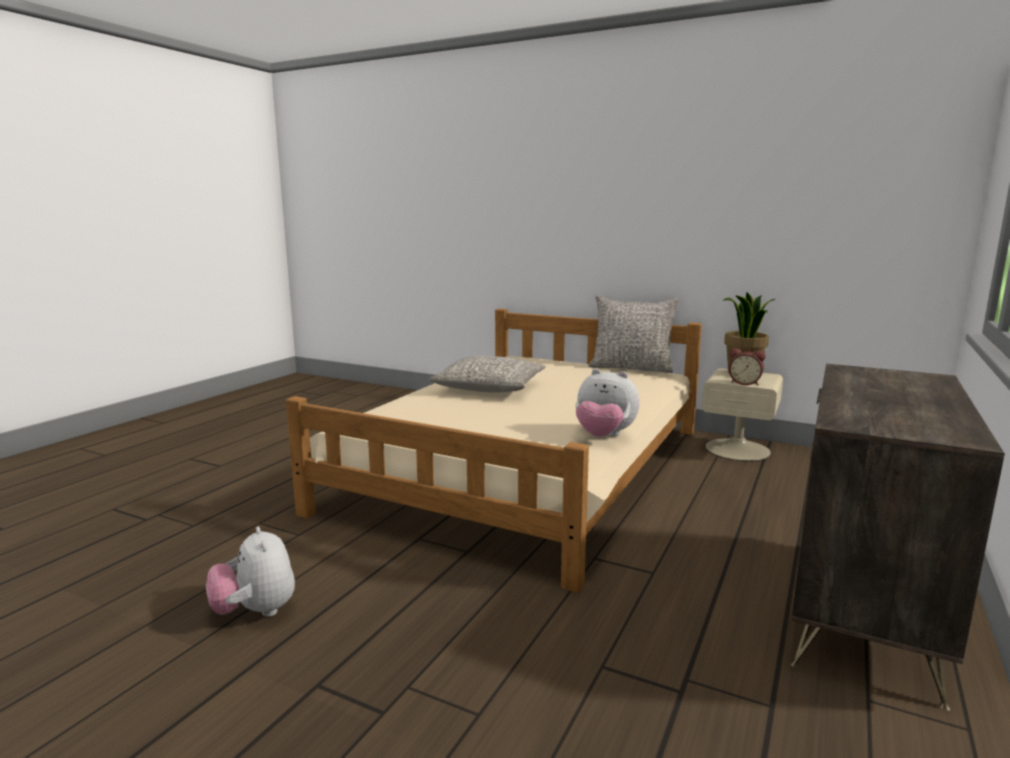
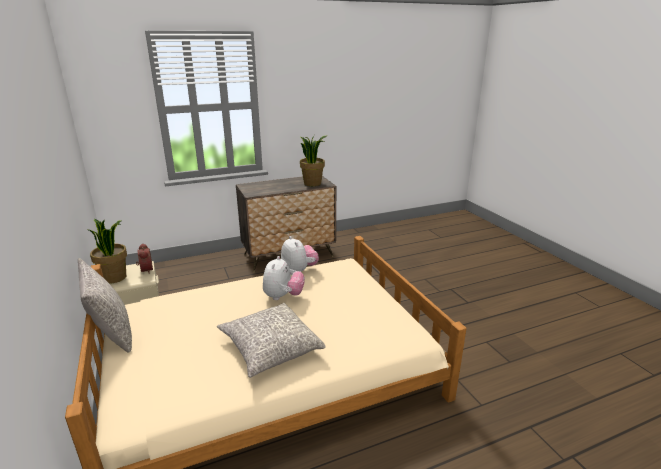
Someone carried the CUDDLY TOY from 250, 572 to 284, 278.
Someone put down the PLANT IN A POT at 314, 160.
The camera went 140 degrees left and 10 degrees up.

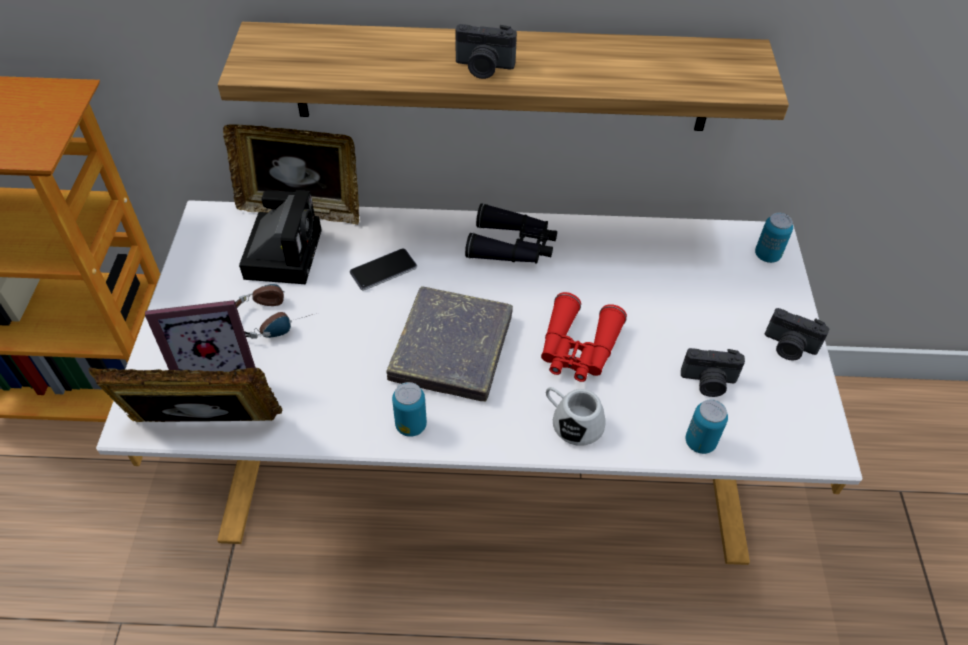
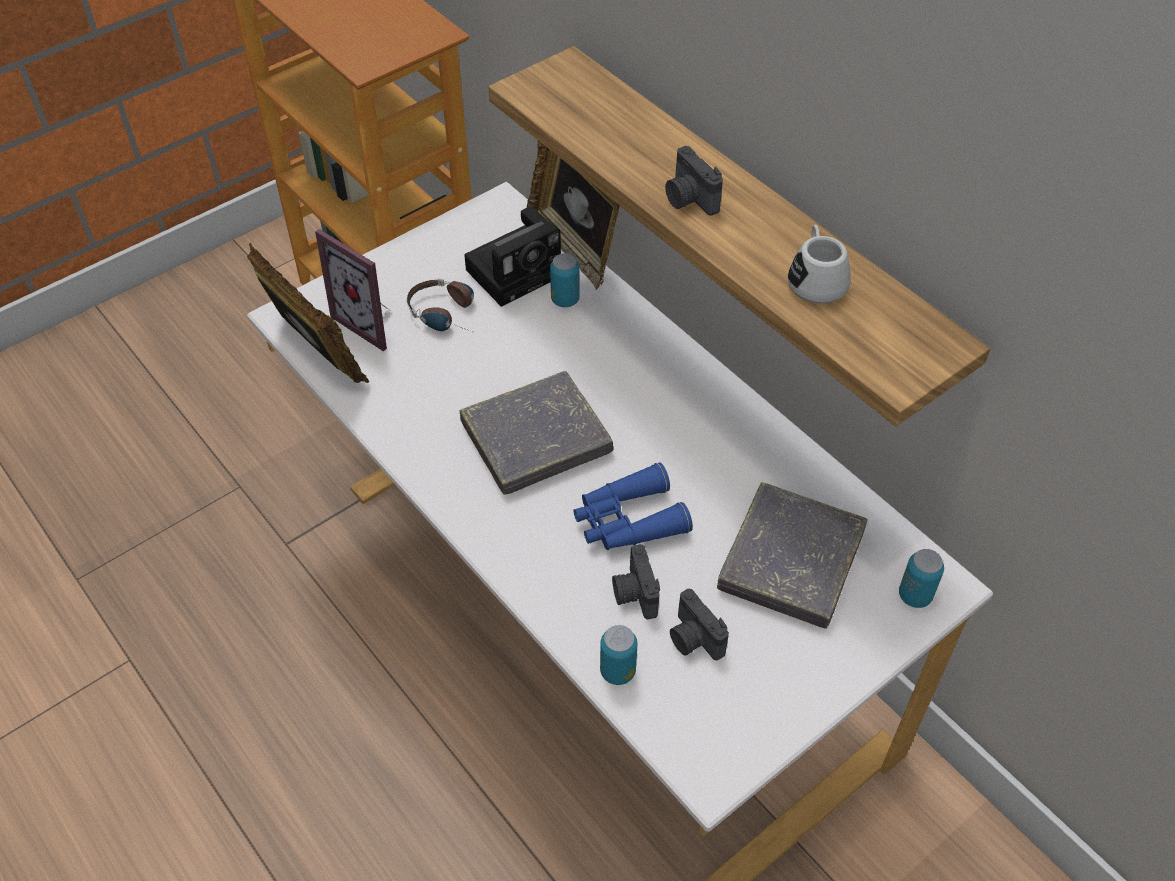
Someone carried the CAN from 409, 409 to 565, 280.
Someone repainted the REDDISH PAIR OF BINOCULARS at 584, 337, which became the BLUE-COLOURED PAIR OF BINOCULARS at 633, 506.
Someone carried the STILL CAMERA from 797, 334 to 636, 582.
Someone put down the GREYISH VOLUME at 792, 555.
Someone carried the WHITISH TEA MUG from 576, 416 to 819, 264.
Someone took away the PHONE at 383, 269.
Someone took away the BLACK PAIR OF BINOCULARS at 511, 233.
The camera went 50 degrees right and 0 degrees up.

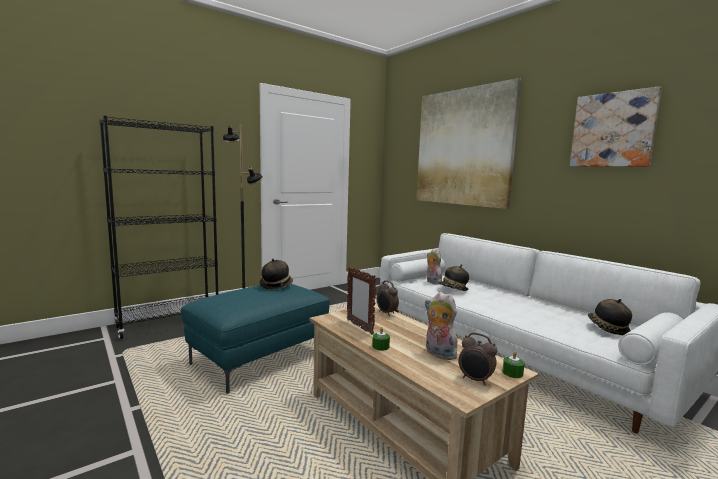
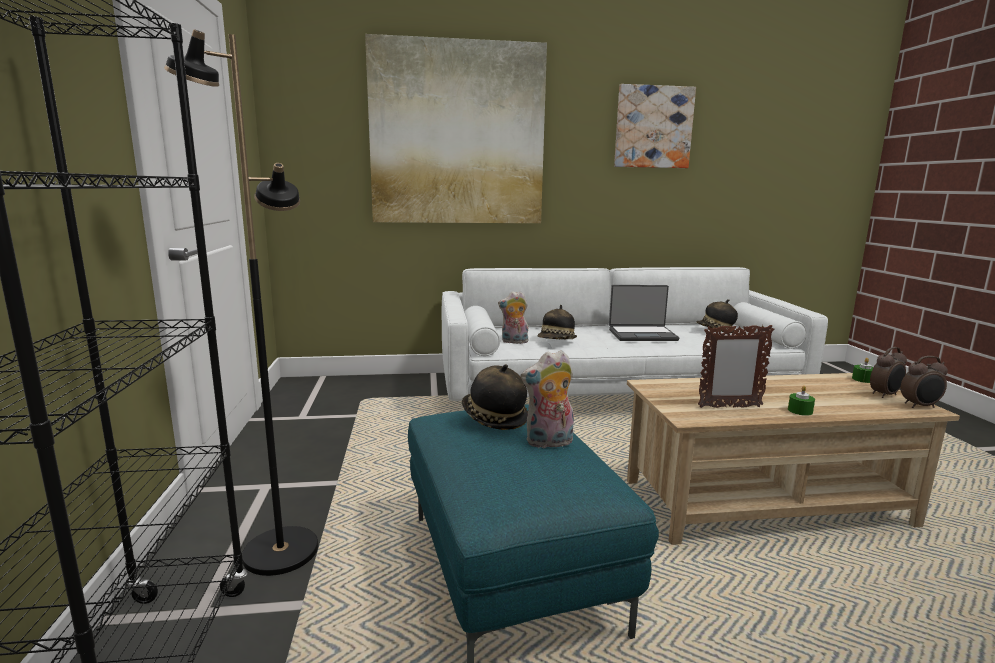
Someone carried the CUDDLY TOY from 441, 326 to 547, 399.
Someone put down the PORTABLE COMPUTER at 644, 313.
Someone carried the TABLE CLOCK from 388, 298 to 924, 382.
The camera went 60 degrees left and 5 degrees up.

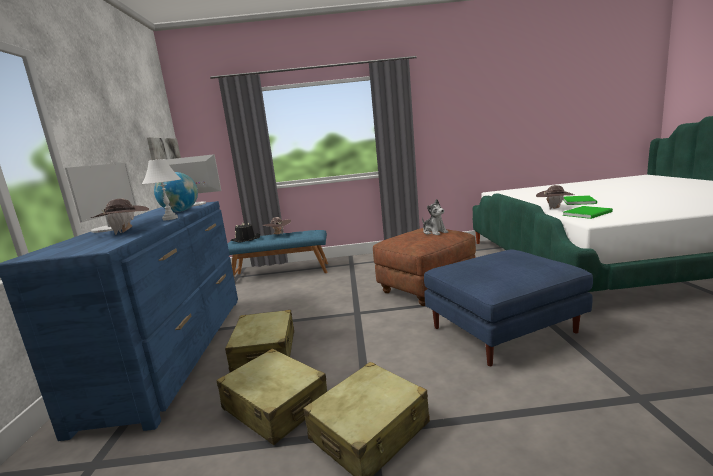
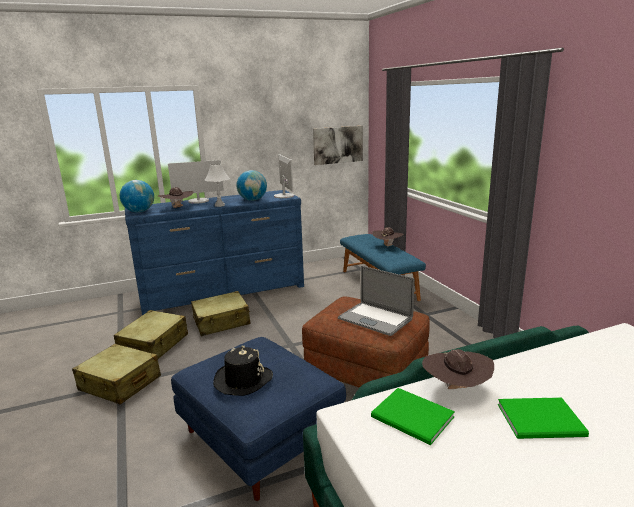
Someone put down the GLOBE at 137, 196.
Someone carried the BLACK CLOTHING HAT from 245, 232 to 243, 370.
Someone swapped the CUDDLY TOY at 435, 217 for the PORTABLE COMPUTER at 376, 301.
The camera went 70 degrees right and 5 degrees up.

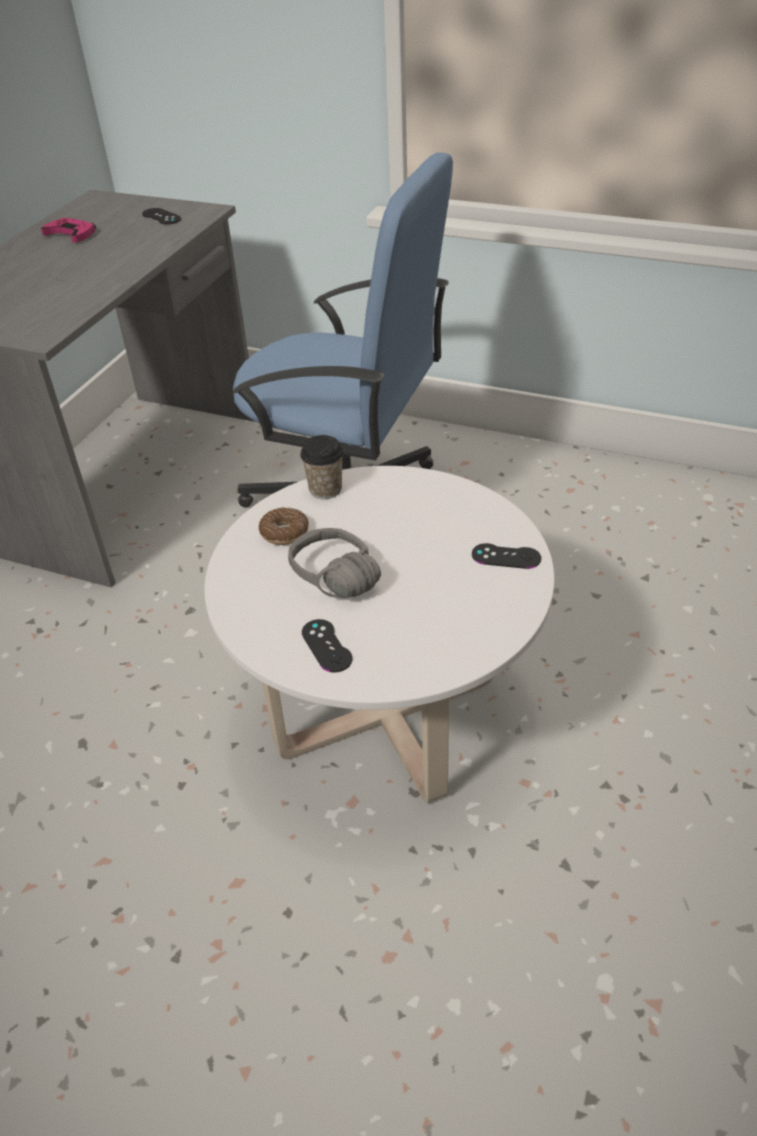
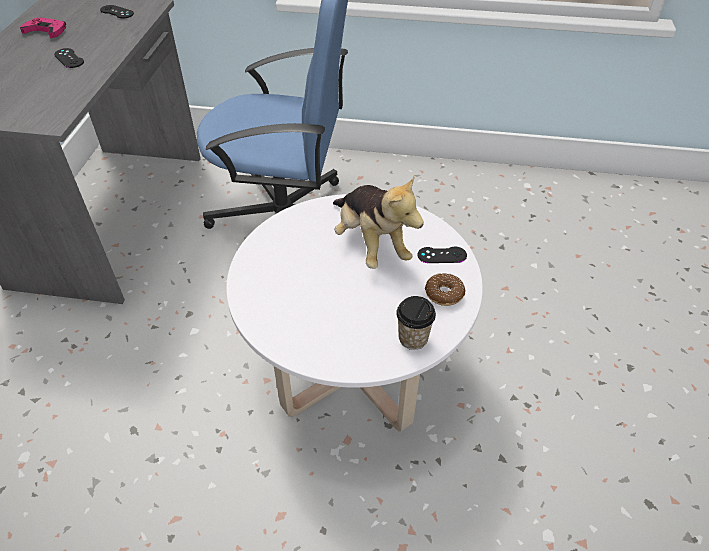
Someone carried the BLACK GAMEPAD from 327, 646 to 69, 58.
Someone put down the CUDDLY TOY at 378, 222.
Someone carried the DRINKING CUP from 322, 467 to 416, 323.
Someone carried the RING DOUGHNUT from 284, 526 to 445, 289.
Someone took away the GREYISH PAIR OF HEADPHONES at 334, 563.
The camera went 15 degrees left and 5 degrees up.

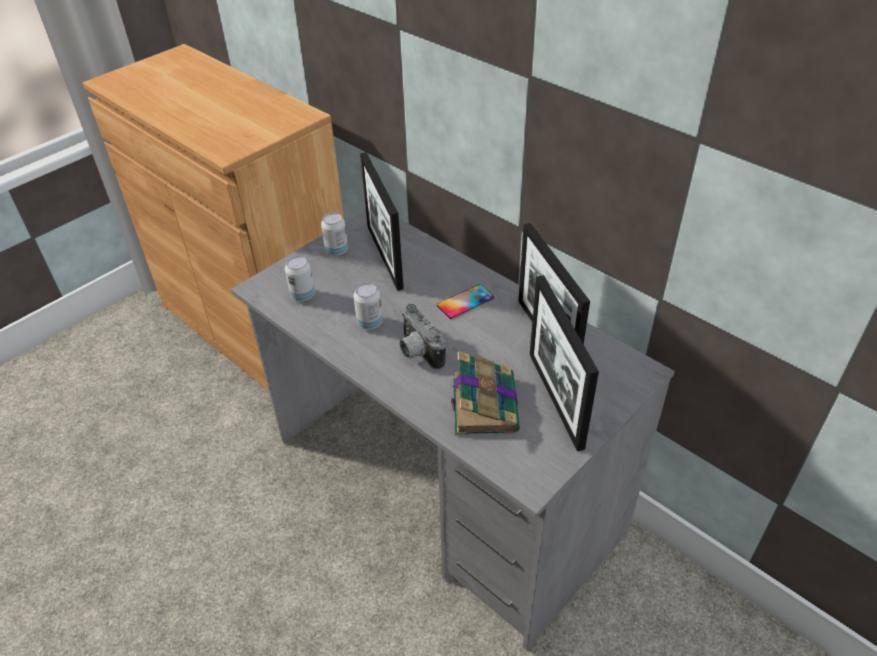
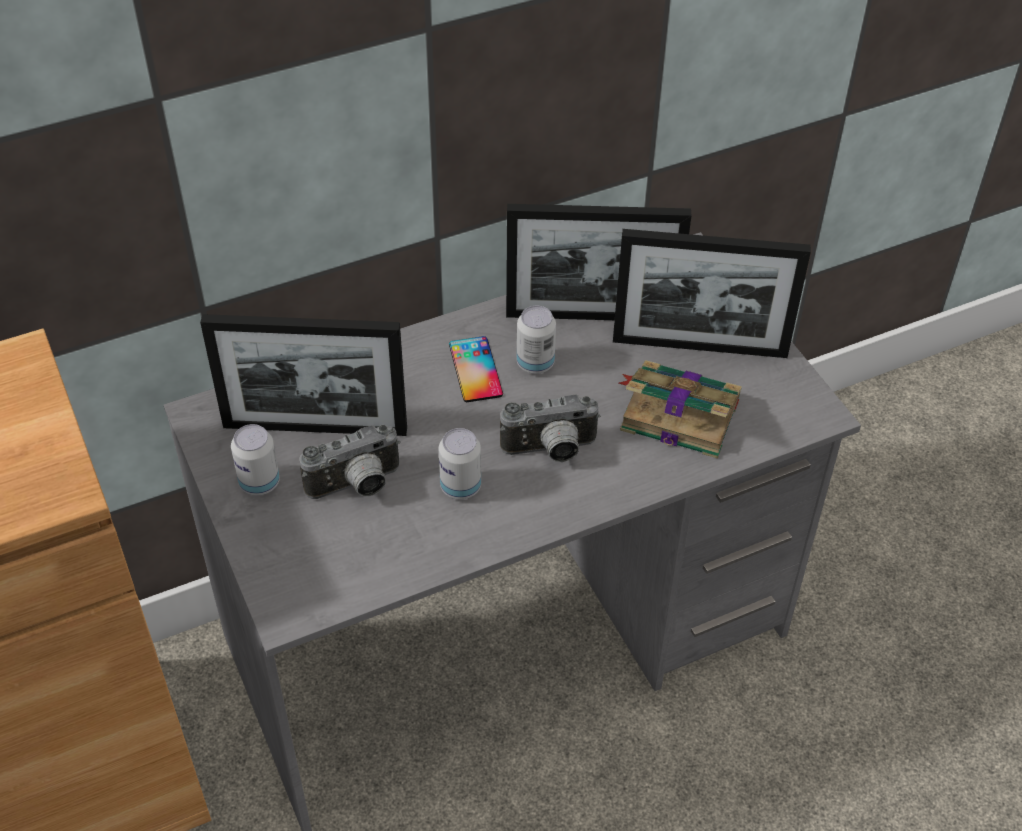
Someone put down the STILL CAMERA at 349, 462.
Someone carried the CAN from 300, 278 to 536, 340.
The camera went 70 degrees left and 5 degrees up.

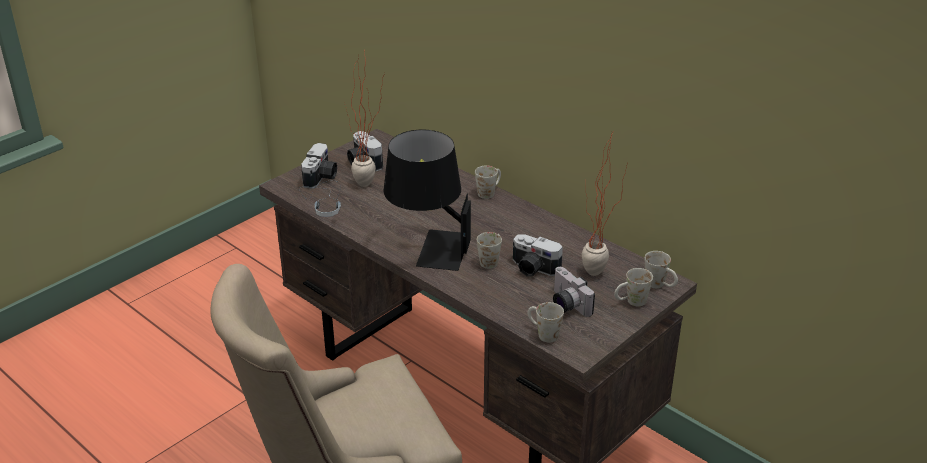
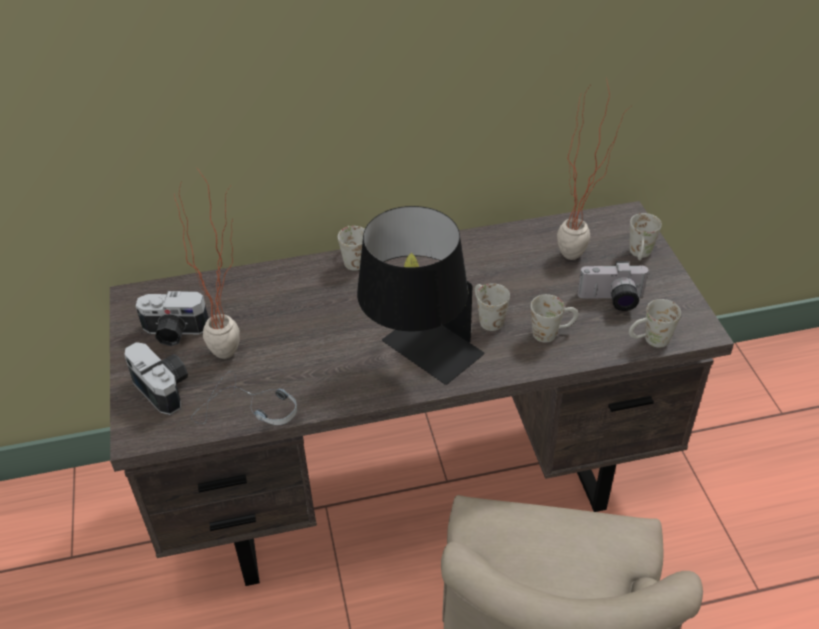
Someone carried the WHITISH TEA MUG from 661, 269 to 555, 318.
Someone took away the STILL CAMERA at 538, 255.
The camera went 55 degrees left and 10 degrees up.

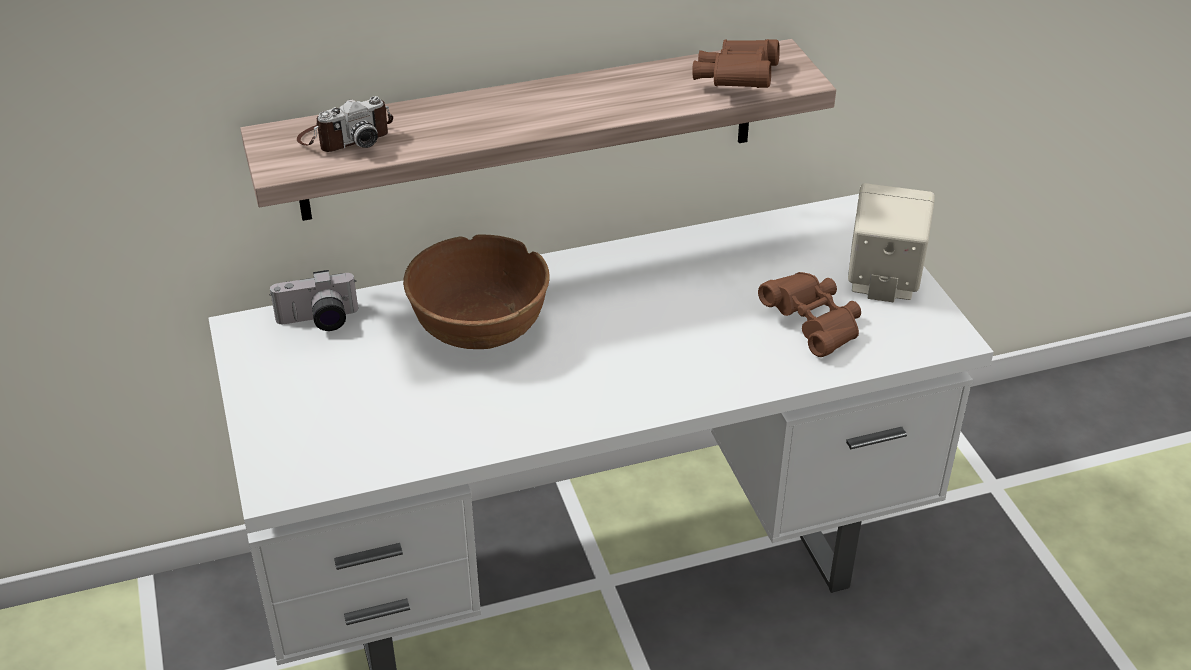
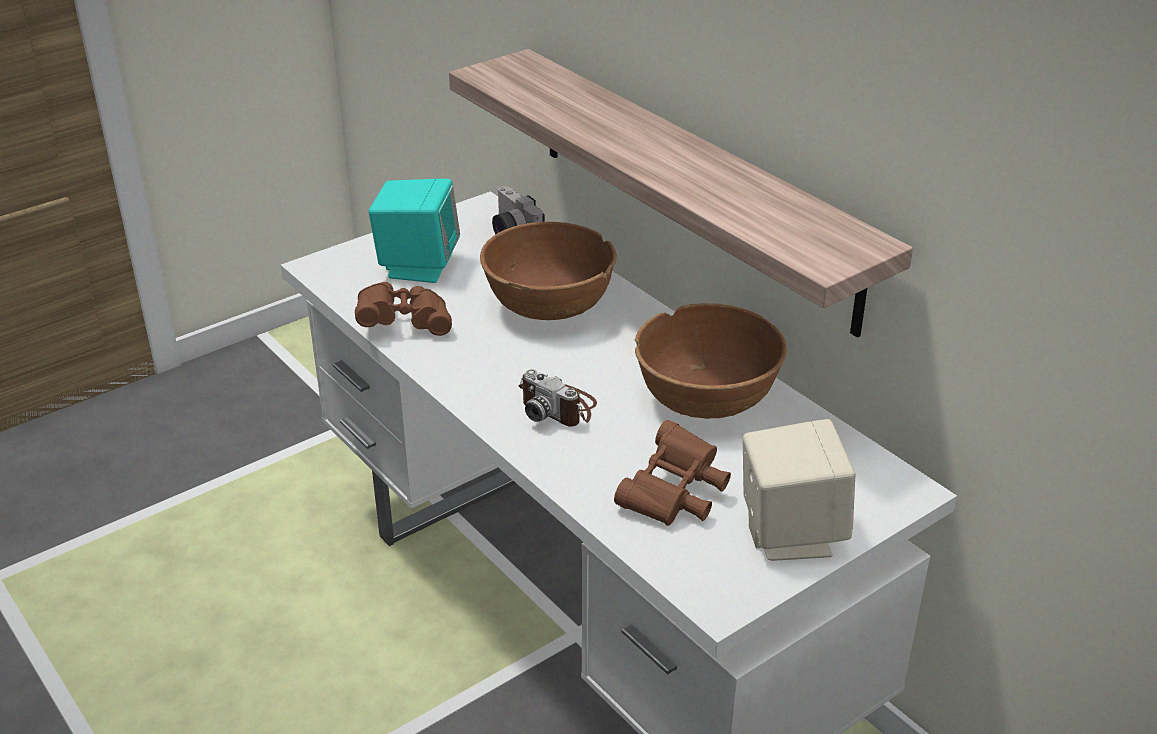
Someone carried the BROWN PAIR OF BINOCULARS from 736, 63 to 403, 309.
Someone put down the TURQUOISE AUDIO SPEAKER at 414, 231.
Someone carried the STILL CAMERA from 345, 124 to 558, 397.
Someone put down the BROWN DEEP DISH at 711, 361.
The camera went 70 degrees right and 5 degrees down.

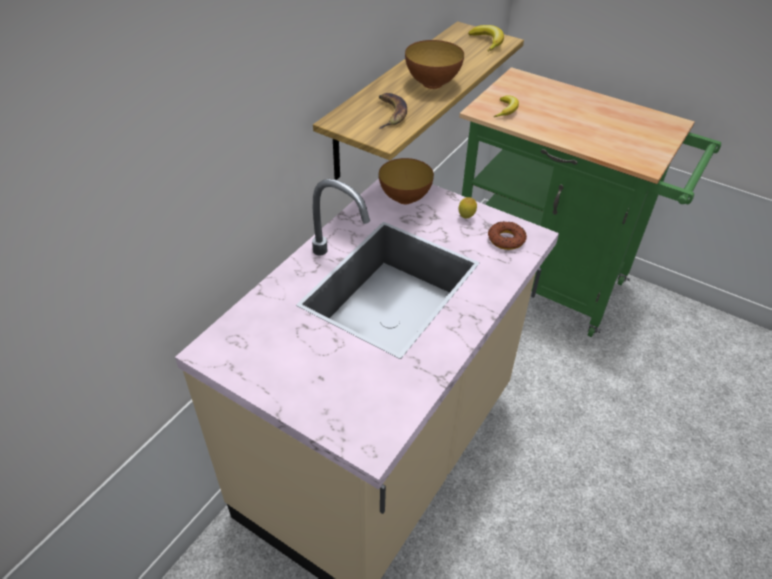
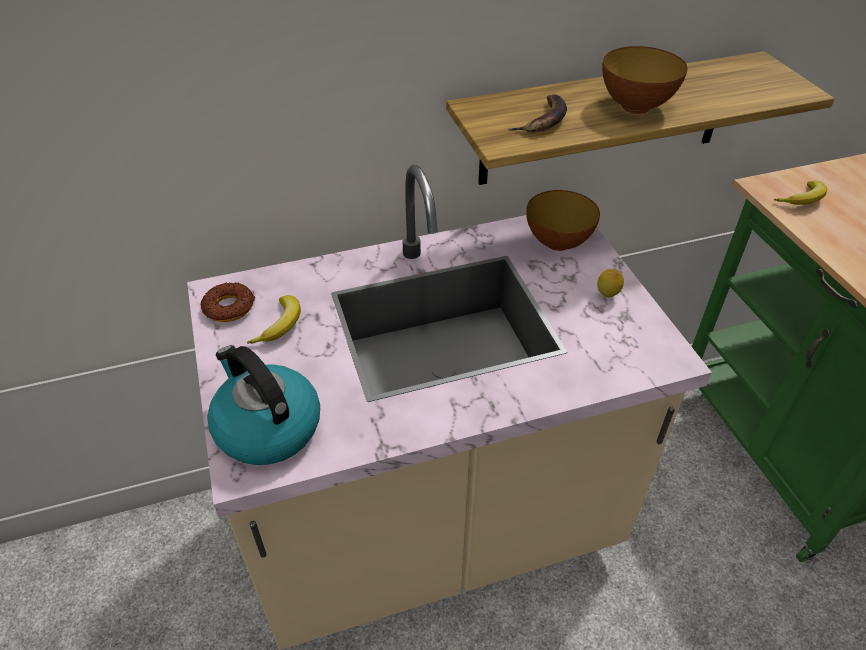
Someone carried the RING DOUGHNUT from 507, 235 to 228, 302.
Someone put down the KETTLE at 263, 405.
Someone carried the BANANA from 486, 38 to 274, 319.
The camera went 40 degrees right and 0 degrees up.

